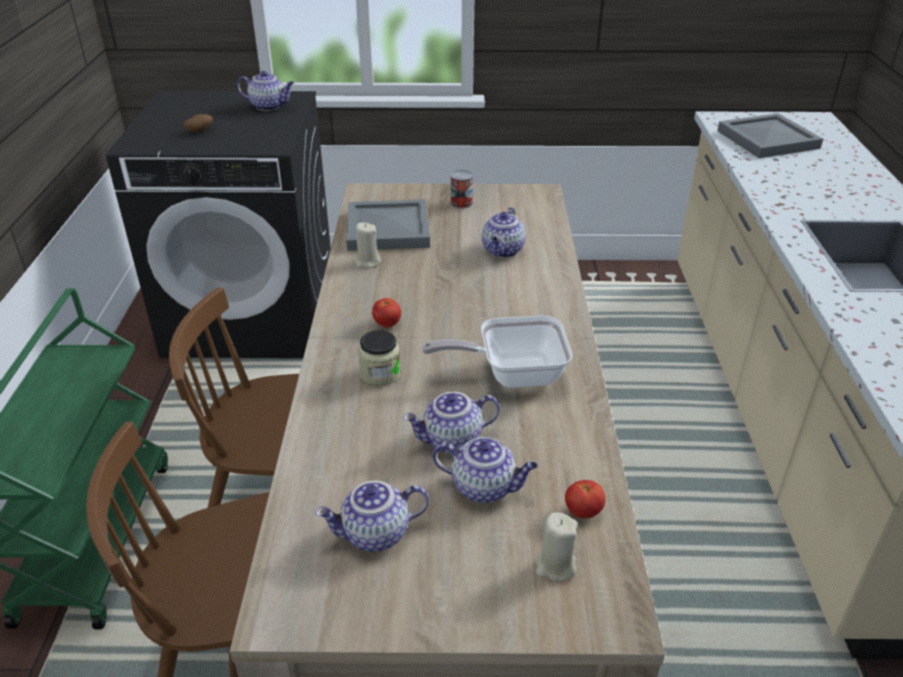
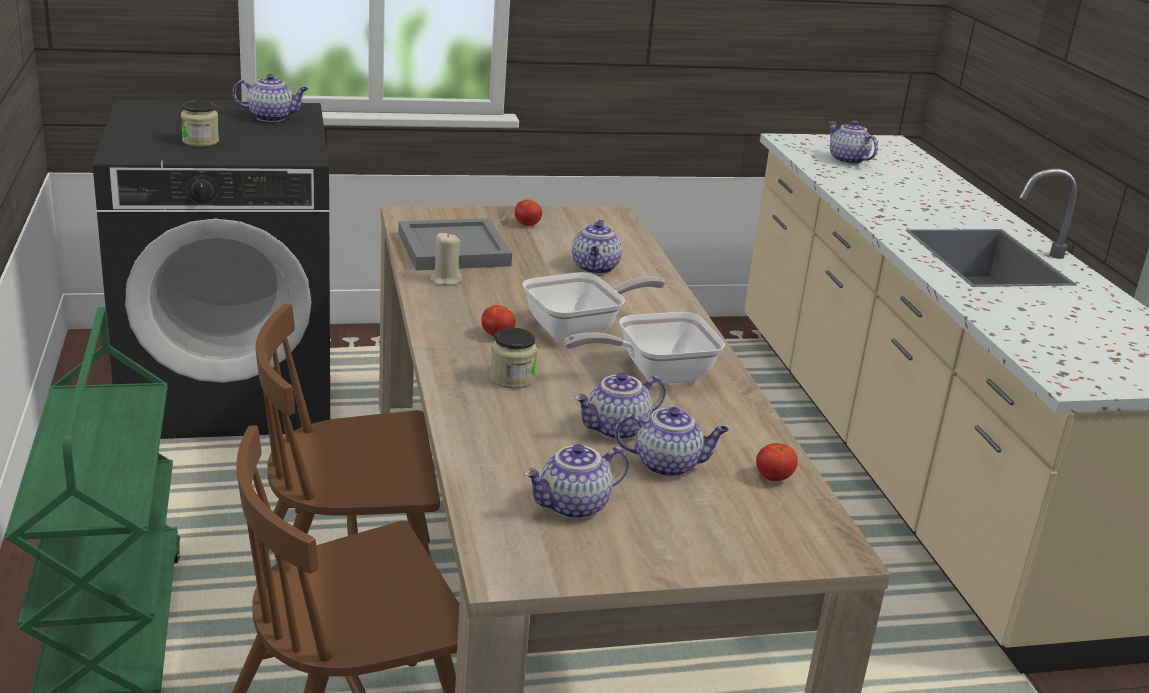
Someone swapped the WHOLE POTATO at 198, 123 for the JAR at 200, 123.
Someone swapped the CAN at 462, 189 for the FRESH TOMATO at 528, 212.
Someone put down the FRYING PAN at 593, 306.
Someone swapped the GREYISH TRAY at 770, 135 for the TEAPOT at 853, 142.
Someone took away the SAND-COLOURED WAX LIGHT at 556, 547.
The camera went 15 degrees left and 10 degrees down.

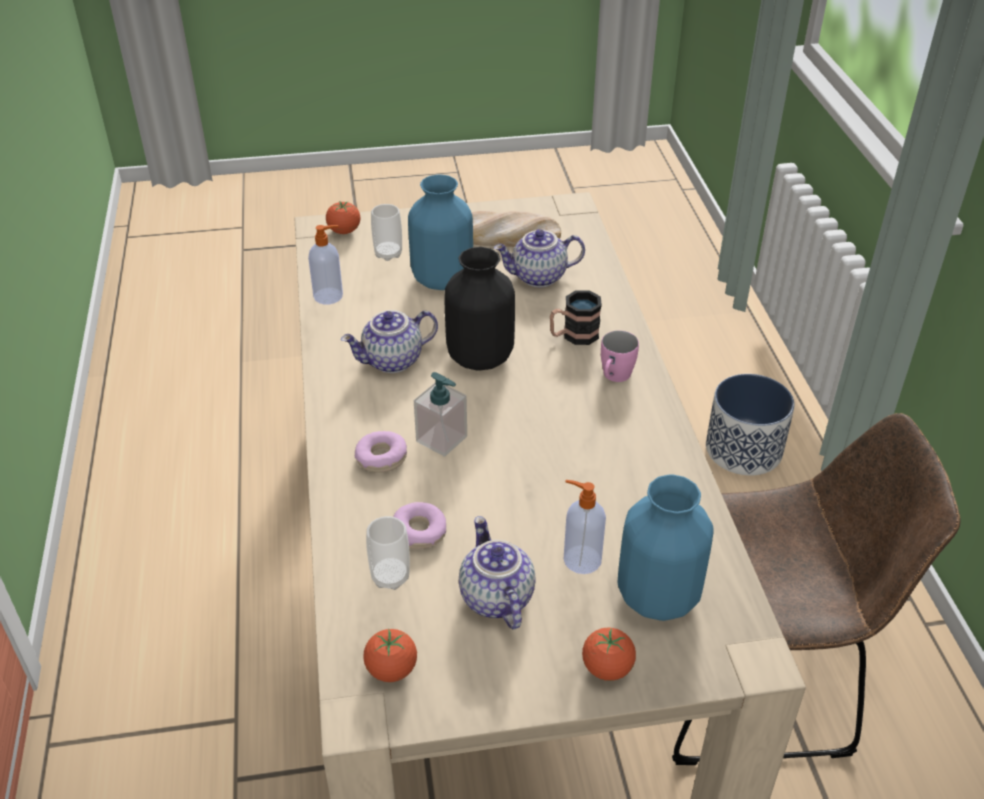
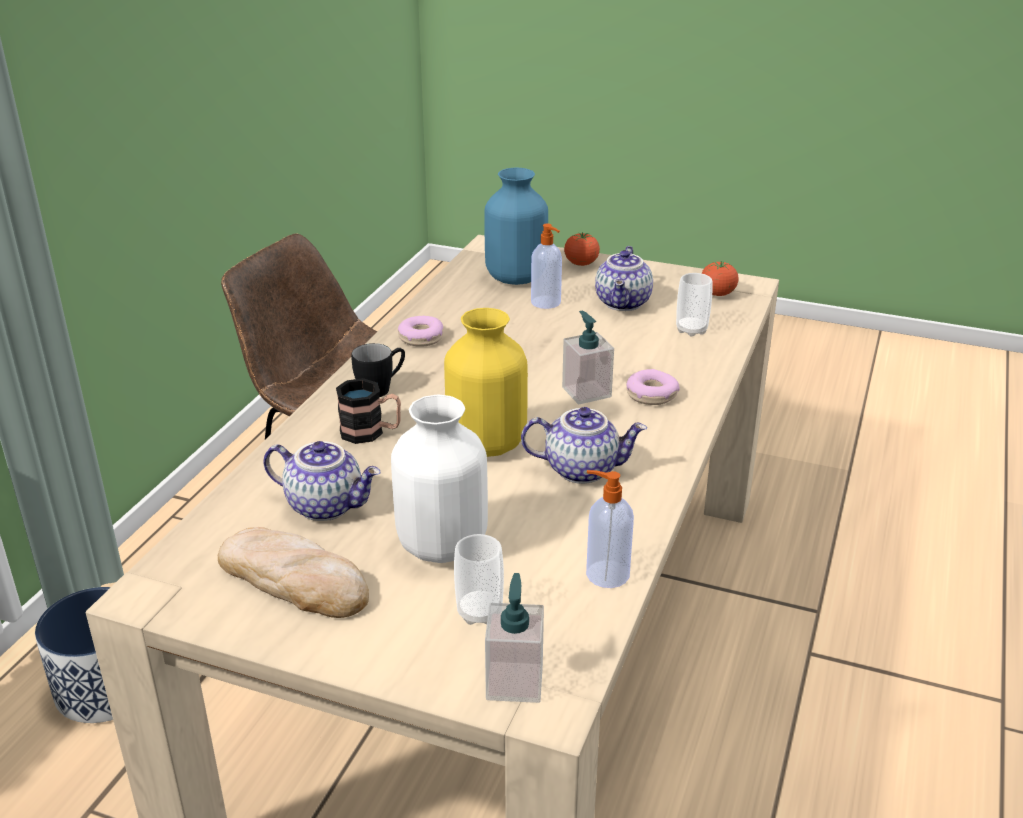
Someone repainted the PINKISH TEA MUG at 620, 356, which became the BLACK TEA MUG at 378, 370.
Someone repainted the BLUE-COLOURED VASE at 440, 232, which became the WHITISH VASE at 439, 479.
Someone carried the RING DOUGHNUT from 419, 525 to 420, 331.
Someone repainted the BLACK VASE at 479, 309, which became the YELLOW VASE at 486, 382.
Someone swapped the FRESH TOMATO at 343, 217 for the LIQUID SOAP BOTTLE at 514, 638.
The camera went 150 degrees left and 10 degrees down.

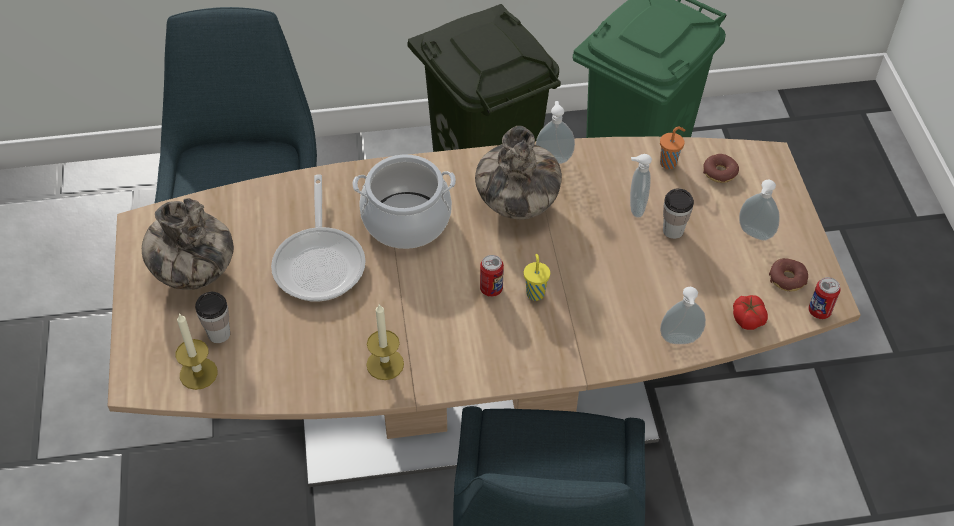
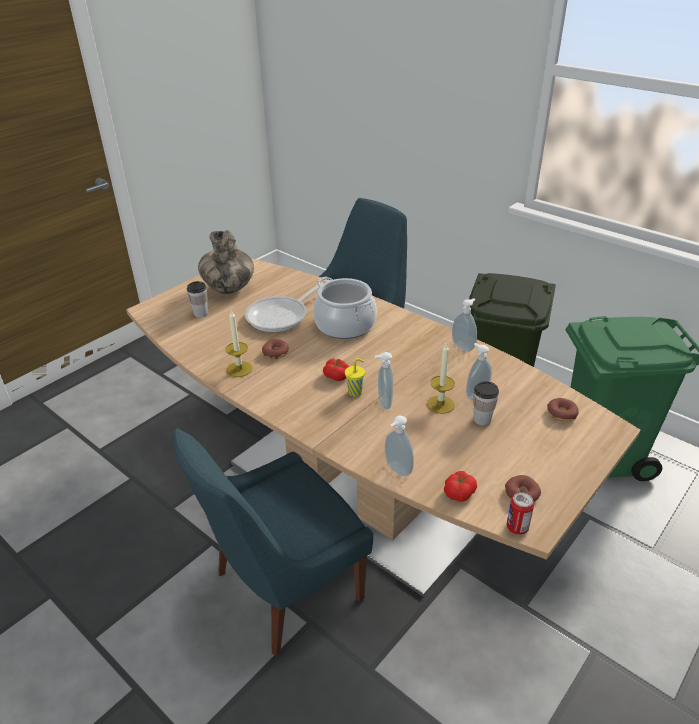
Someone put down the RING DOUGHNUT at 275, 349.
Someone swapped the CAN at 492, 276 for the FRESH TOMATO at 336, 370.
Someone carried the LIQUID SOAP BOTTLE from 759, 210 to 384, 381.
Someone carried the WAX LIGHT from 196, 351 to 441, 379.
Someone took away the VASE at 518, 173.
Someone took away the ORANGE DRINKING CUP at 673, 147.
The camera went 50 degrees right and 15 degrees down.

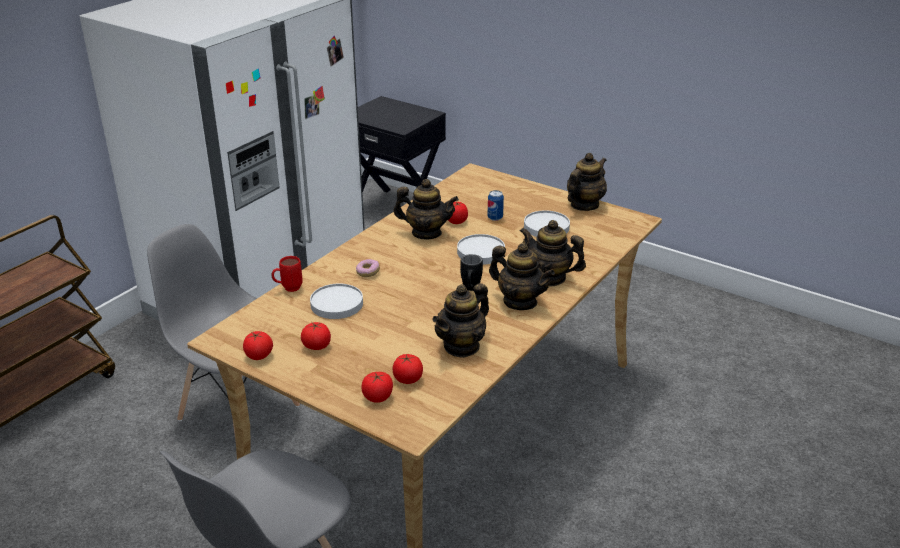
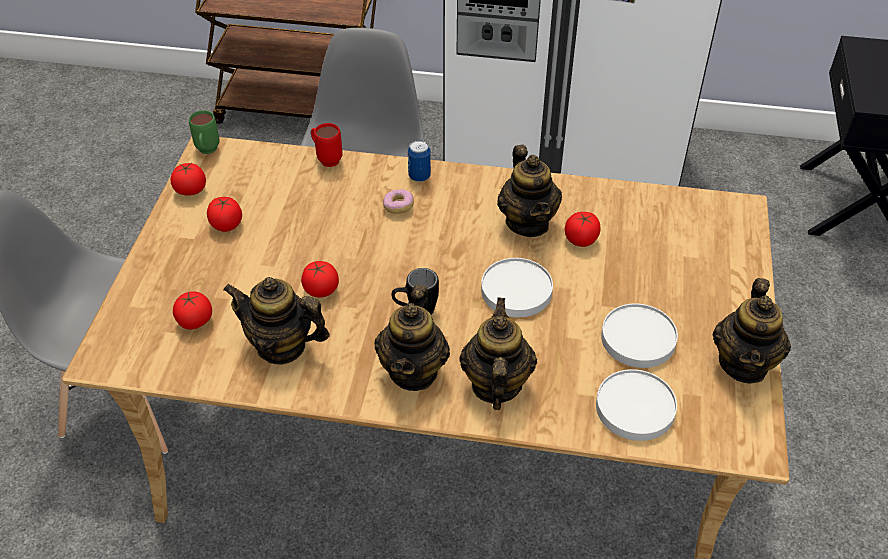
Someone put down the GREEN-COLOURED TEA MUG at 204, 132.
Someone carried the FRESH TOMATO from 377, 387 to 320, 279.
Someone carried the CAN from 496, 205 to 419, 161.
Someone carried the WHITISH PLATE from 336, 301 to 636, 405.
Someone rotated the TEAPOT at 587, 182 by 90 degrees clockwise.
The camera went 65 degrees right and 15 degrees up.

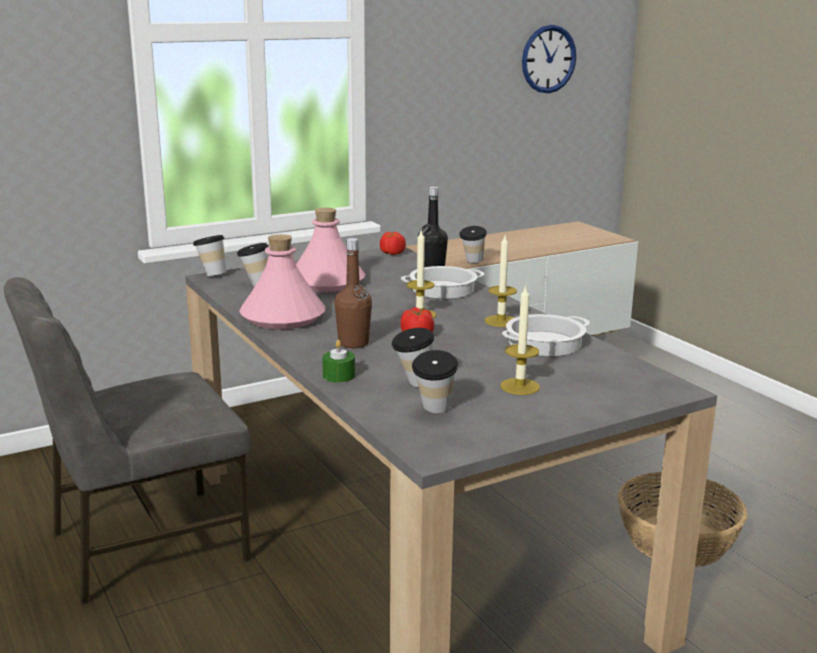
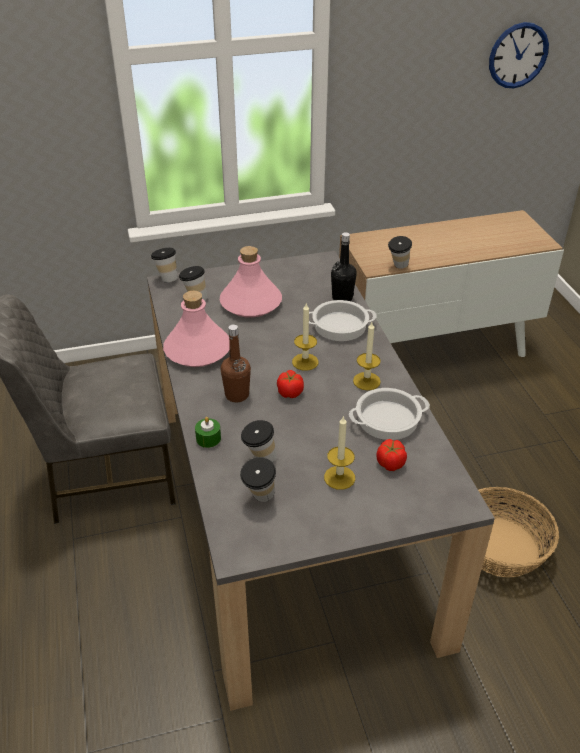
Someone carried the FRESH TOMATO from 393, 243 to 391, 455.
The camera went 15 degrees right and 20 degrees up.

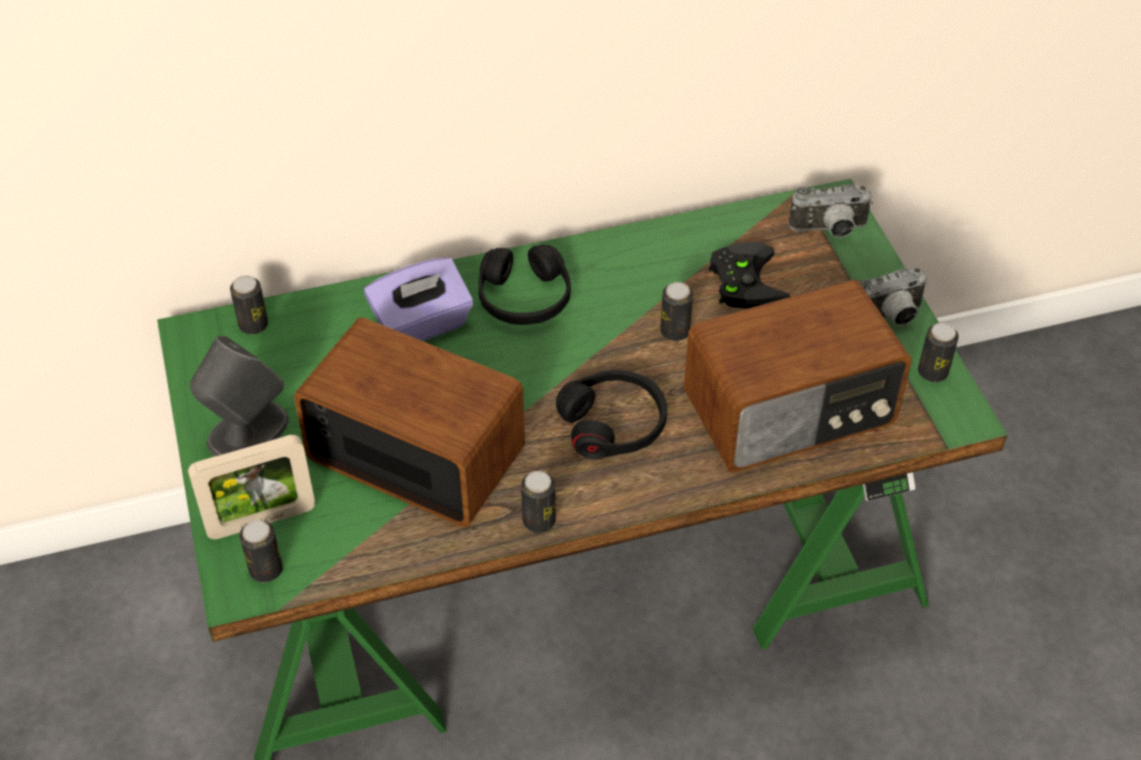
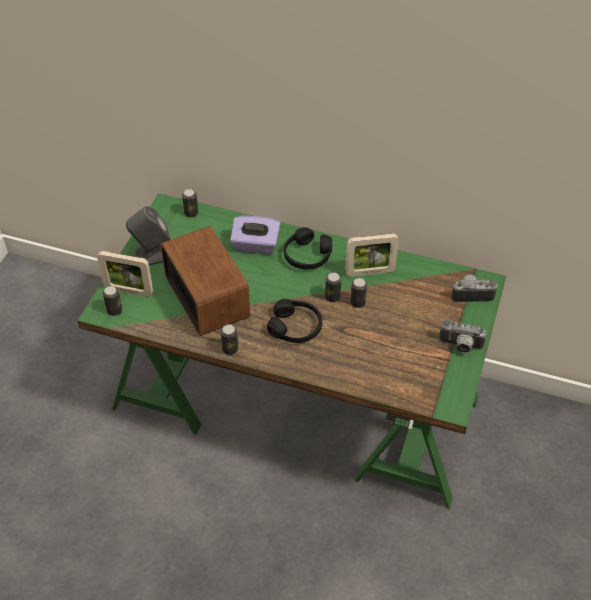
Someone carried the CAN from 938, 352 to 333, 287.
Someone put down the PHOTO FRAME at 372, 255.
Someone rotated the STILL CAMERA at 831, 211 by 150 degrees clockwise.
Someone took away the RADIO at 798, 376.
Someone took away the BLACK GAMEPAD at 750, 275.
The camera went 35 degrees right and 0 degrees up.

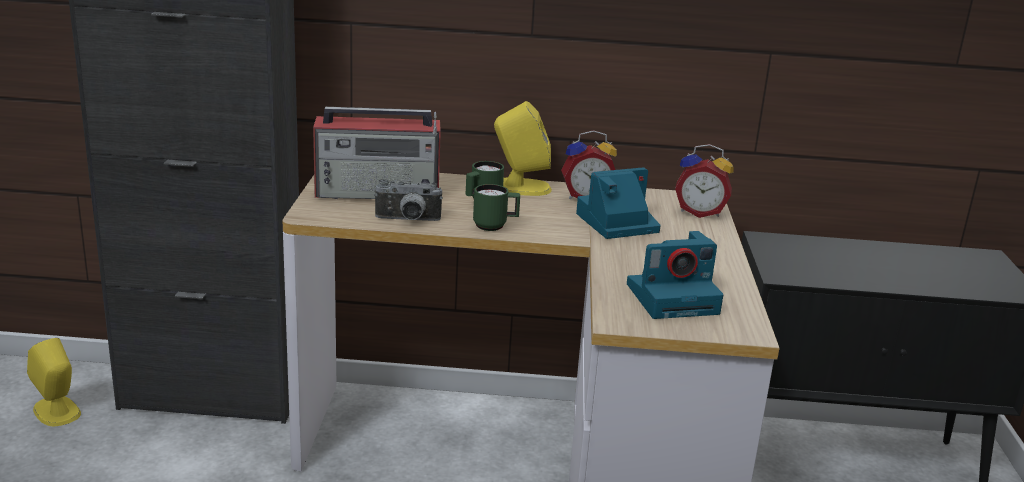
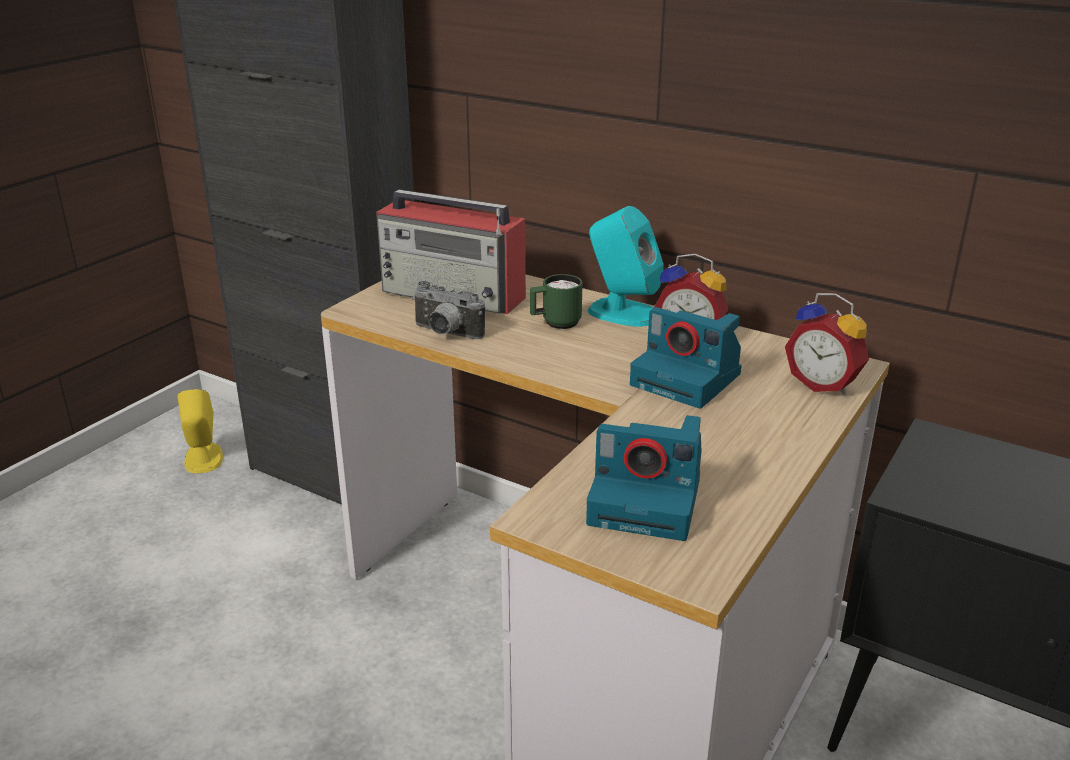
Someone repainted the YELLOW AUDIO SPEAKER at 523, 148, which became the TURQUOISE AUDIO SPEAKER at 626, 266.
Someone rotated the STILL CAMERA at 618, 203 by 150 degrees counterclockwise.
Someone took away the GREEN-COLOURED TEA MUG at 496, 207.
The camera went 30 degrees right and 5 degrees up.

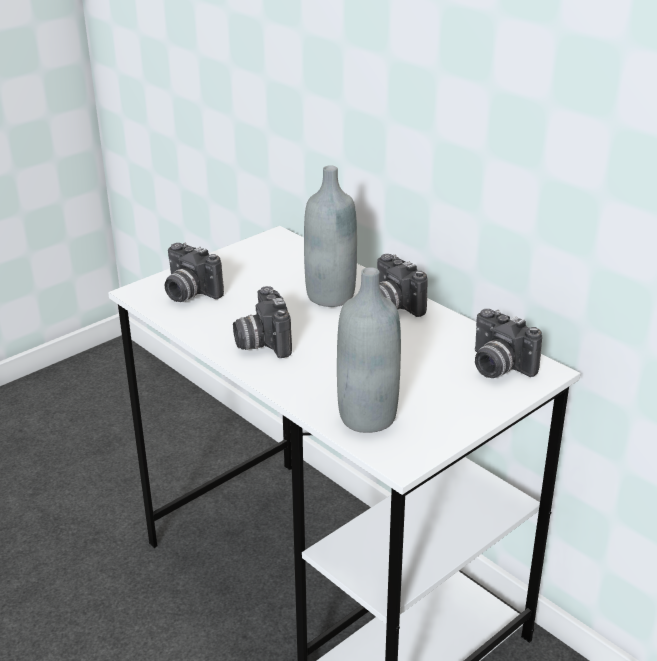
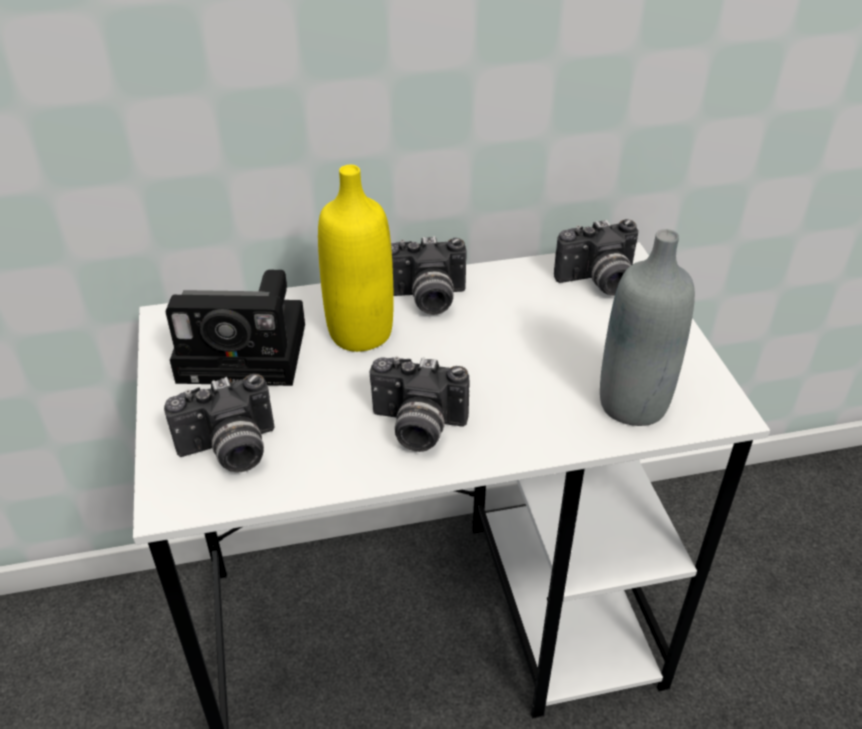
Someone put down the STILL CAMERA at 235, 328.
Someone repainted the GREYISH BEVERAGE BOTTLE at 330, 236, which became the YELLOW BEVERAGE BOTTLE at 356, 258.
The camera went 60 degrees left and 10 degrees up.

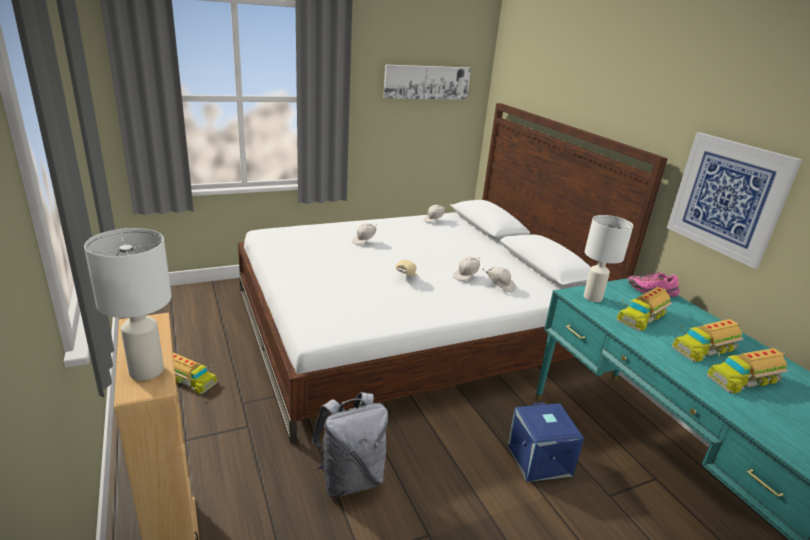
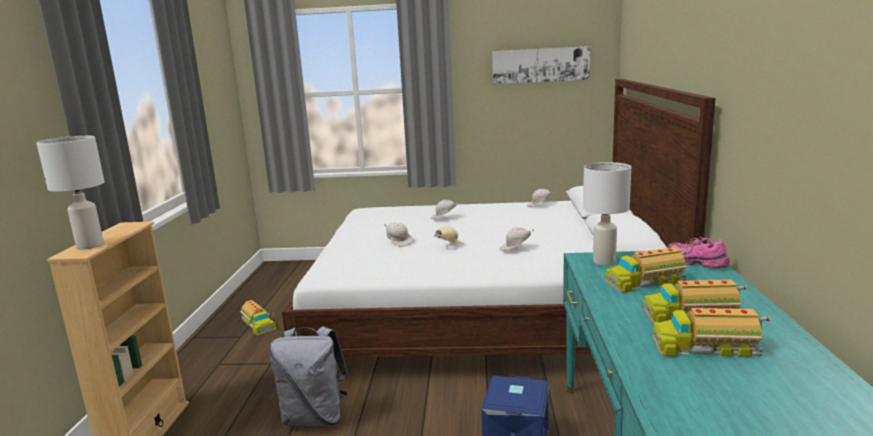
Someone carried the WHITISH CAP from 499, 279 to 399, 234.
Someone took away the WALL ART at 734, 200.
The camera went 30 degrees right and 10 degrees down.

